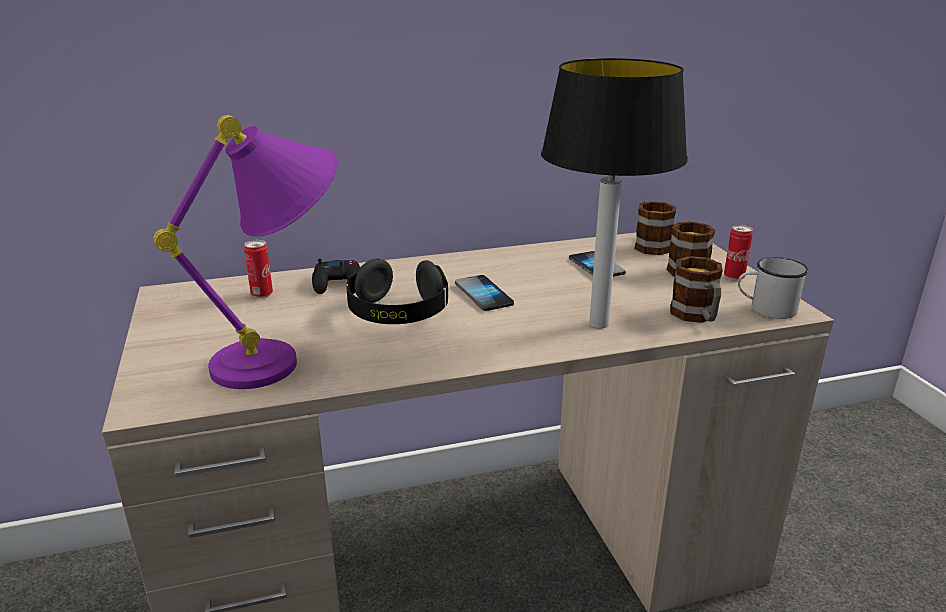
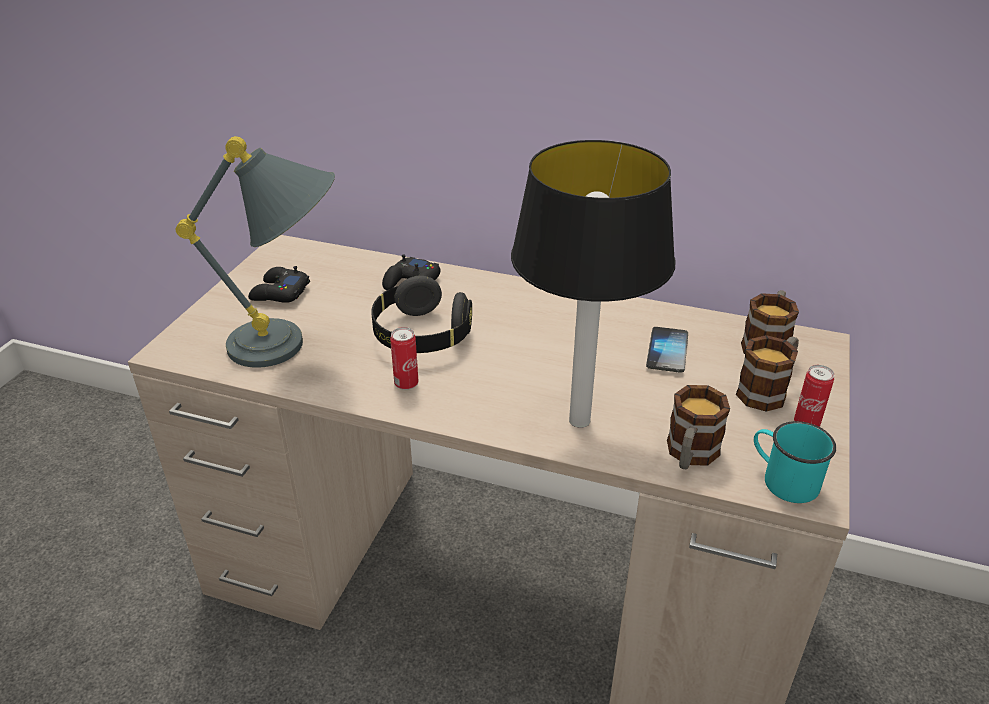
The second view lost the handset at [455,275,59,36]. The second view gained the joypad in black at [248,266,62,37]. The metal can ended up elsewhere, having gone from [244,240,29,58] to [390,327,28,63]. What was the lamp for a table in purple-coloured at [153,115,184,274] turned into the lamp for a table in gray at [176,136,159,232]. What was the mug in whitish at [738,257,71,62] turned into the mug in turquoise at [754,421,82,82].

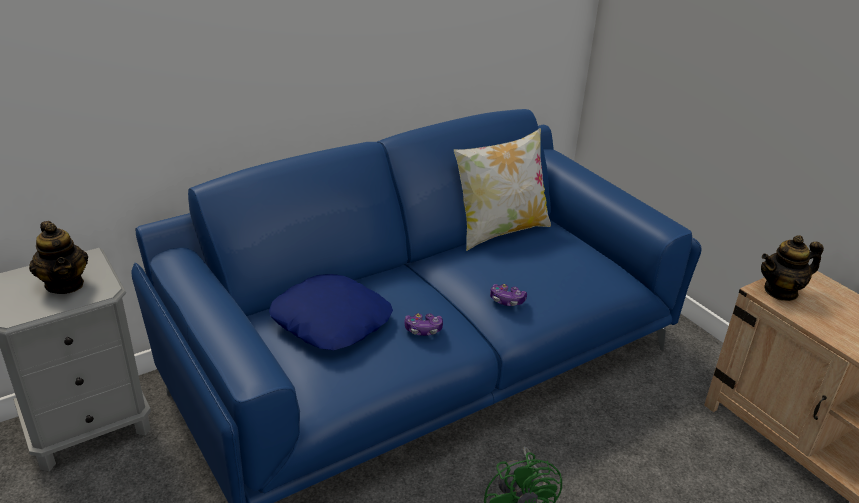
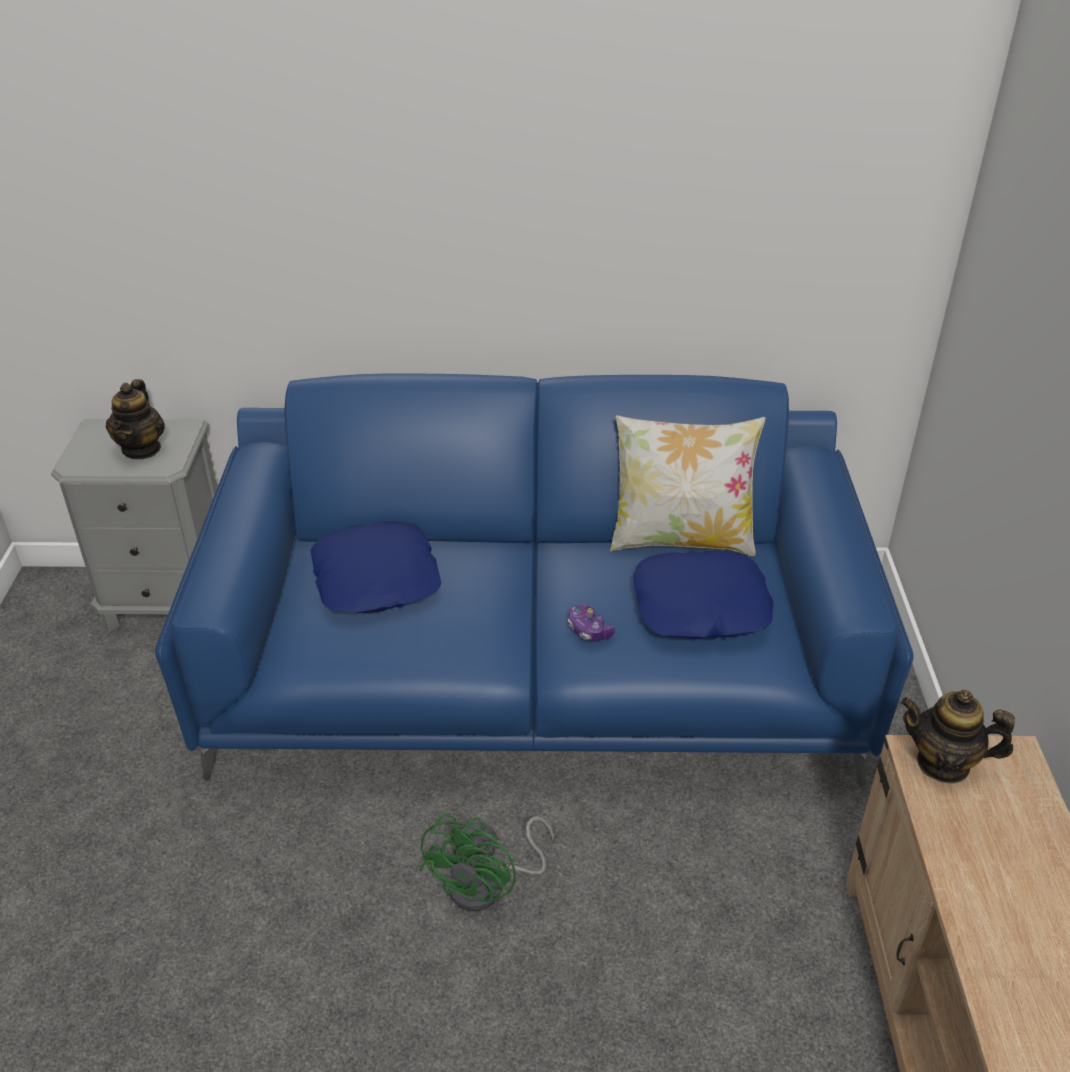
The second view lost the joypad at [405,313,38,23]. The second view gained the pillow in bluish at [633,551,140,88].

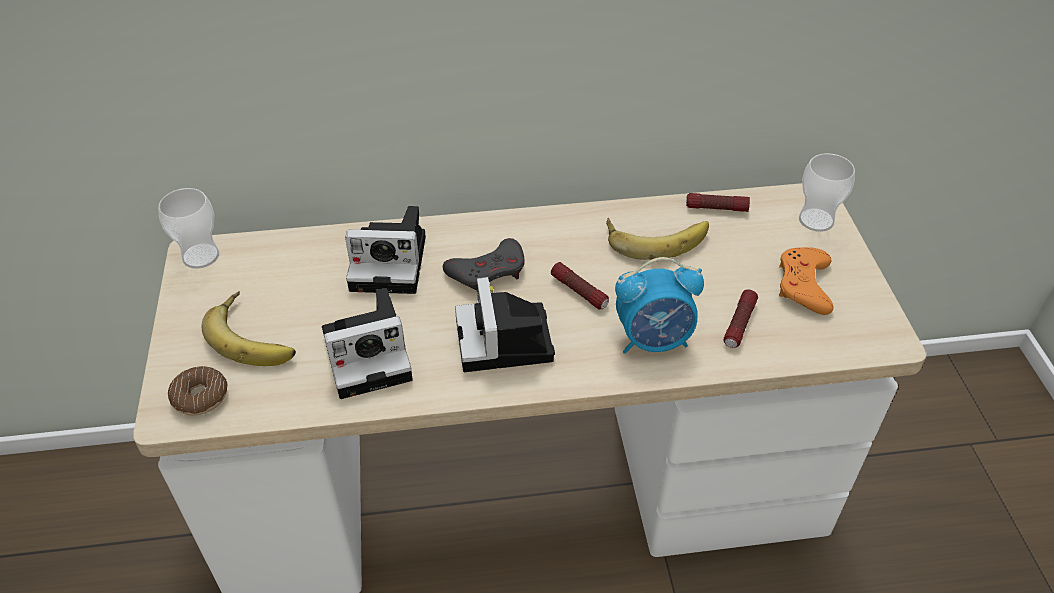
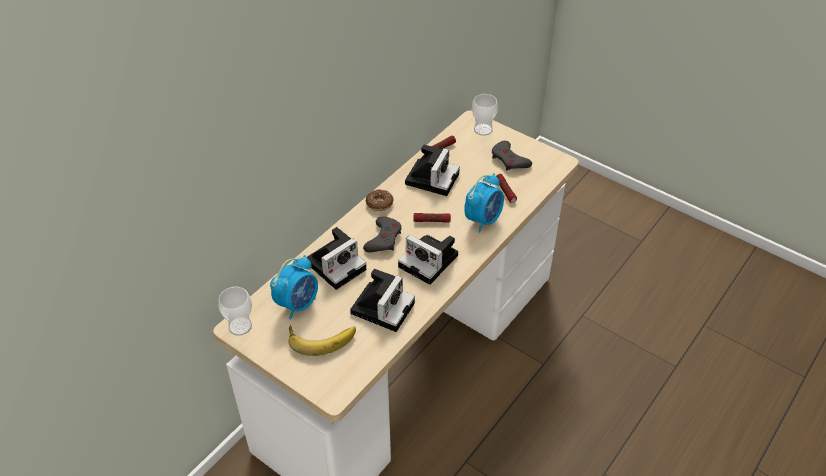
The second view gained the bedside clock at [270,255,48,65]. The ring doughnut ended up elsewhere, having gone from [168,366,59,49] to [366,189,27,22]. Where the banana stood at [606,217,103,43], the photo camera came to stand at [405,144,55,52]. What was the joypad in orange at [779,247,54,68] turned into the joypad in gray at [492,141,40,30].

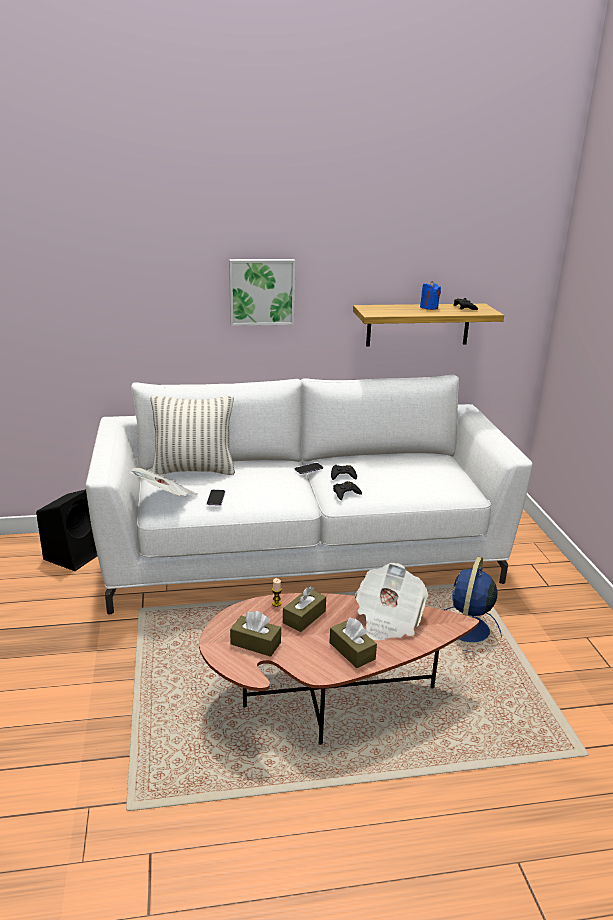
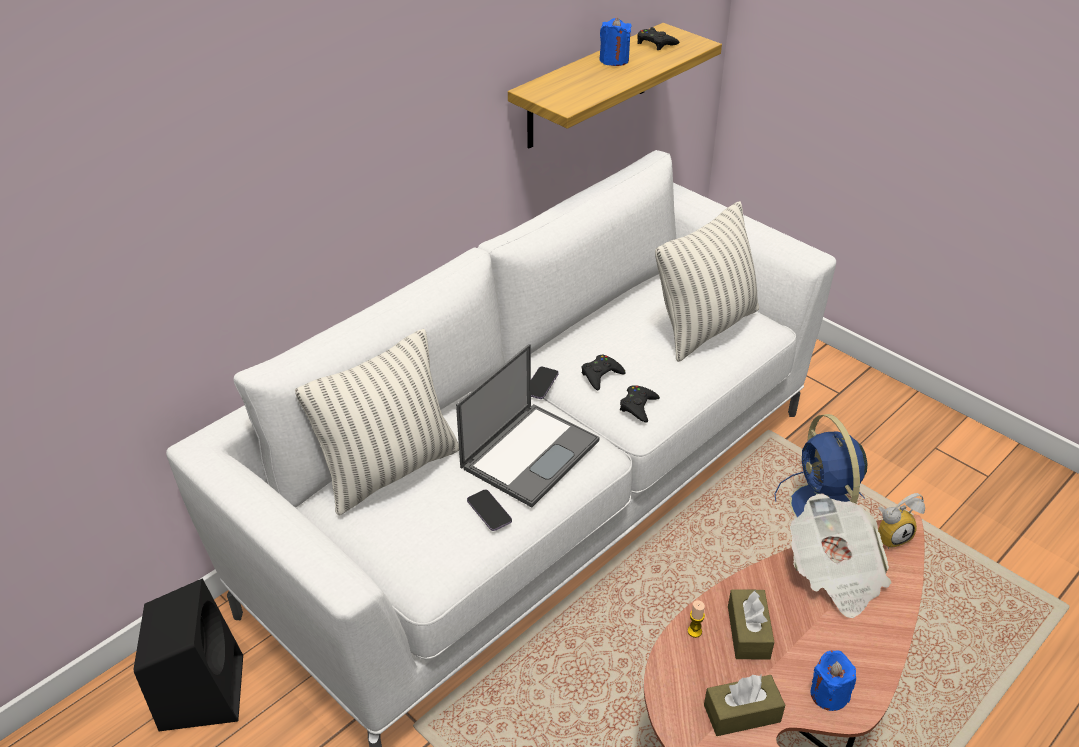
The second view lost the printed paper at [130,468,68,28]. The second view lost the wall picture at [229,259,67,67]. The second view lost the tissue holder in brown at [329,618,48,50]. The second view gained the notebook computer at [456,344,143,163]. The second view gained the pillow at [655,201,104,161]. The second view gained the wax candle in bluish at [811,651,45,60]. The second view gained the bedside clock at [878,493,47,56].

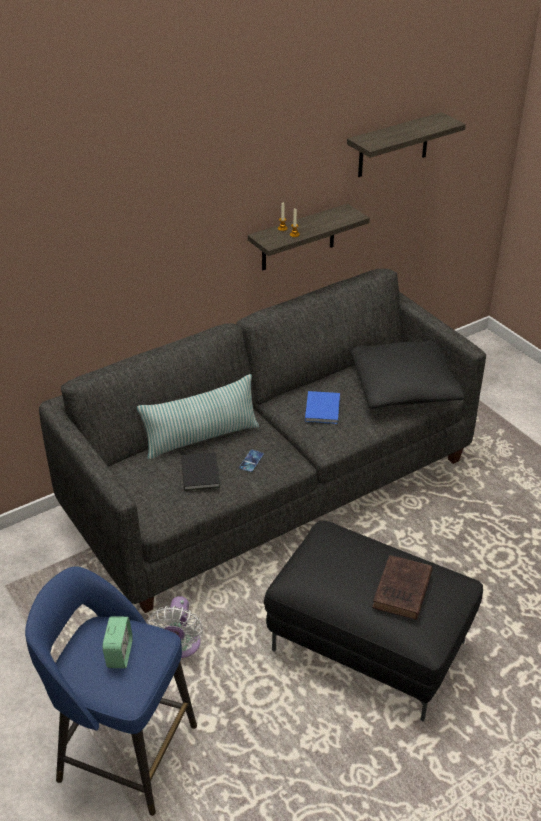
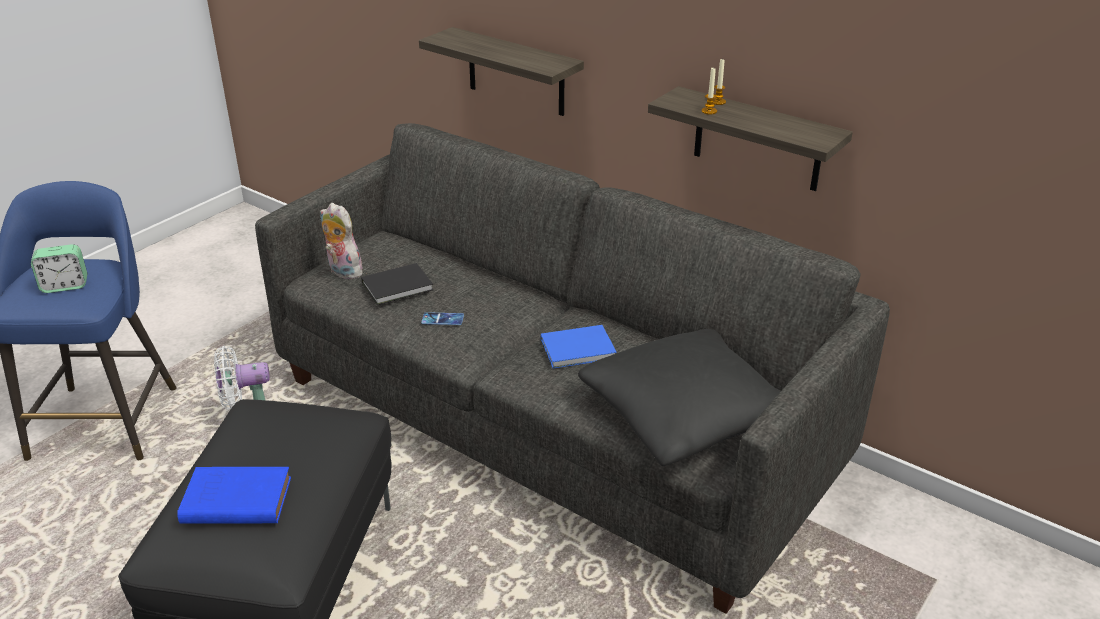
The second view lost the pillow at [137,374,122,85]. The second view gained the soft toy at [320,203,44,76]. The bracket shelf ended up elsewhere, having gone from [347,112,119,65] to [419,27,165,89]. What was the book in brown at [372,555,61,65] turned into the book in bluish at [177,467,114,57].

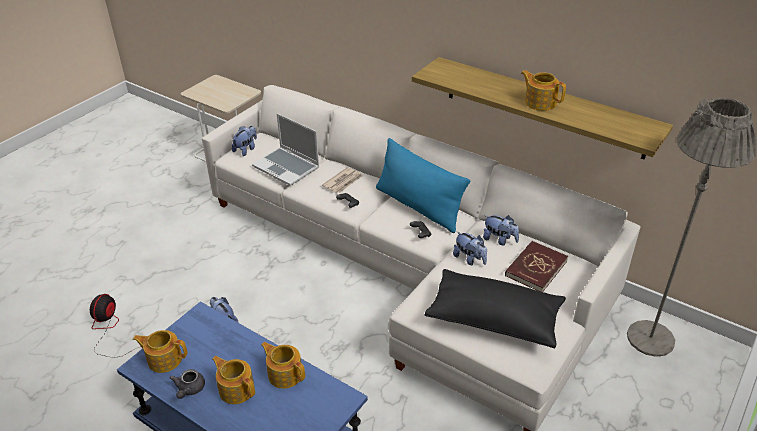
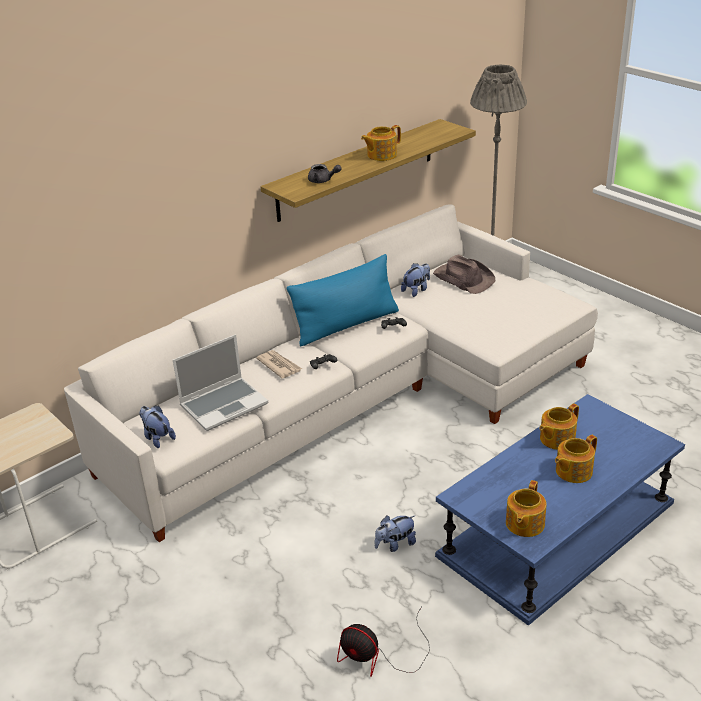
The second view lost the pillow in black at [425,269,141,79]. The second view lost the soft toy at [453,231,34,34]. The teapot in gray ended up elsewhere, having gone from [170,369,35,30] to [308,164,33,19]. Where the book in red-coloured stood at [505,241,63,51], the clothing hat in brown came to stand at [433,255,62,39].

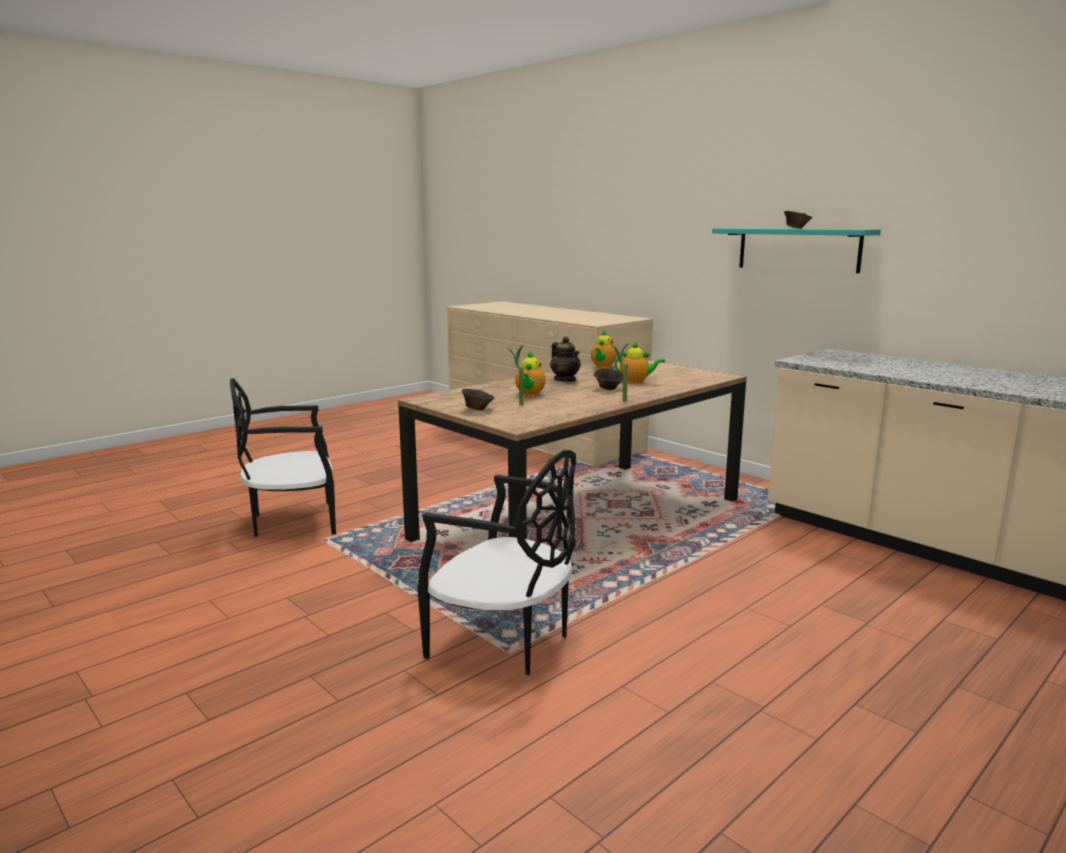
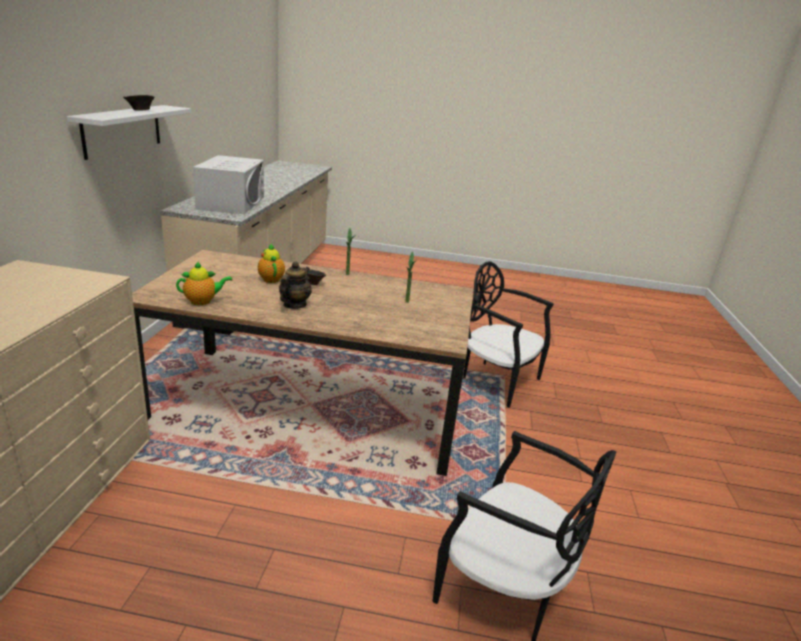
The second view lost the deep dish in brown at [462,389,32,22]. The second view lost the teapot at [515,351,31,45]. The second view gained the microwave oven in whitish at [193,155,71,59]. What was the bracket shelf in turquoise at [712,228,169,45] turned into the bracket shelf in whitish at [67,105,124,55]. The plain chair in black at [417,450,159,225] ended up facing another way, 45 degrees counterclockwise from before.

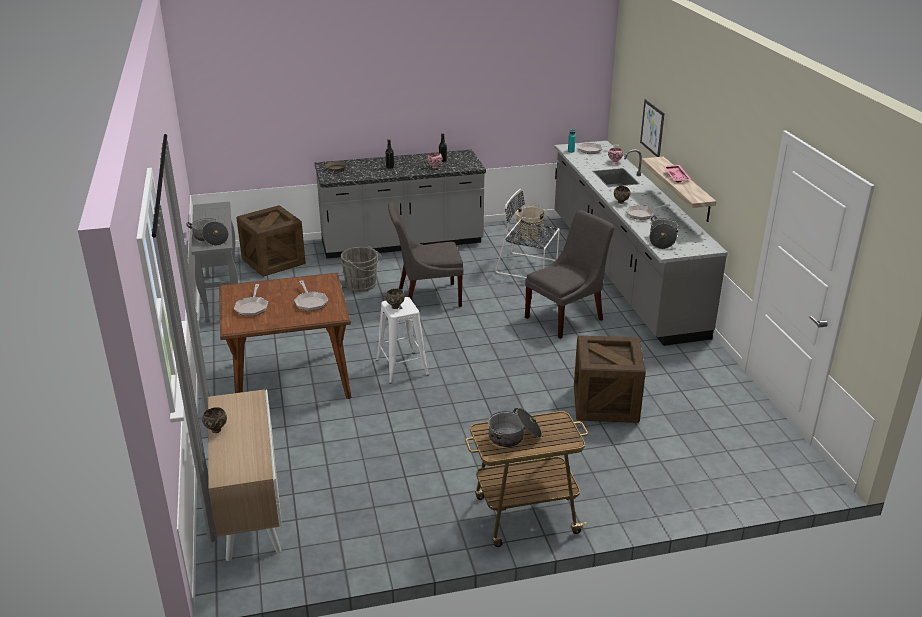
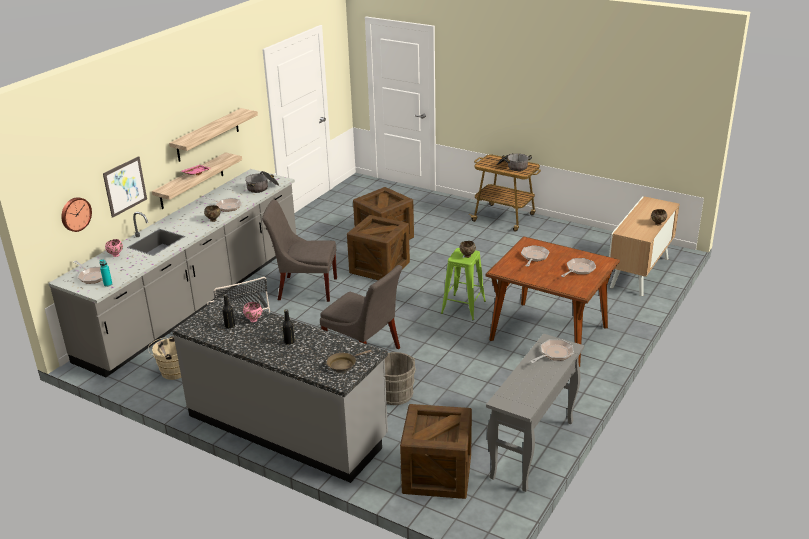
The second view gained the hanging clock at [61,197,31,35]. The second view gained the bracket shelf at [169,108,89,54]. The second view gained the shipping crate at [347,215,63,65]. Where the cooking pot stood at [186,218,43,28], the frying pan came to stand at [530,339,44,24]. What was the stool in whitish at [376,297,53,87] turned into the stool in green at [441,248,45,72].

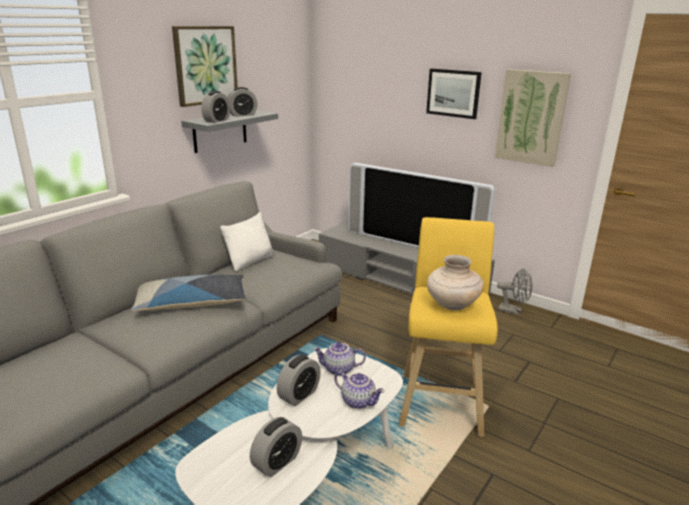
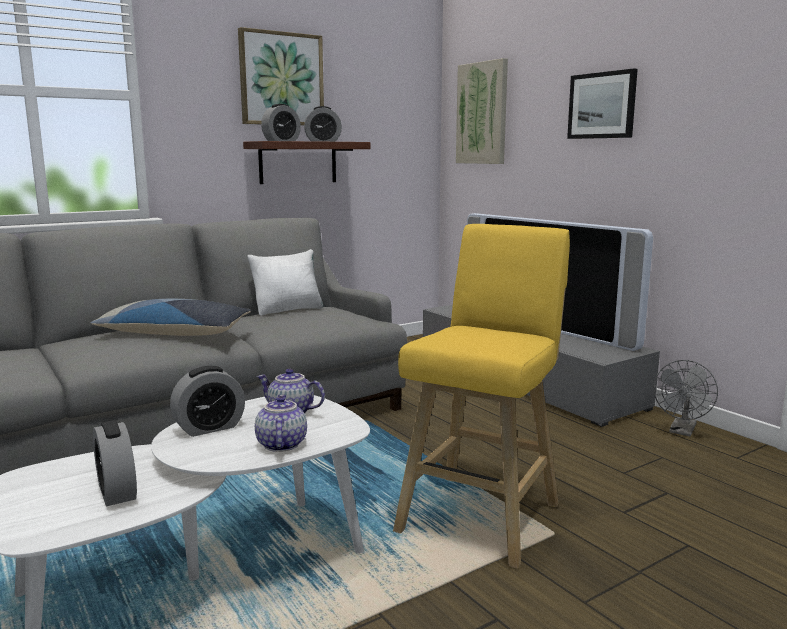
The second view lost the flower vase in sand-coloured at [427,255,57,55]. The wall picture ended up elsewhere, having gone from [495,69,76,98] to [456,58,52,106]. What was the bracket shelf in gray at [181,110,97,43] turned into the bracket shelf in brown at [243,141,128,43]. The bedside clock at [250,417,52,60] ended up facing another way, 90 degrees clockwise from before. The teapot at [334,371,50,38] ended up facing another way, 150 degrees counterclockwise from before. The electric fan in gray at [497,268,35,47] ended up facing another way, 75 degrees clockwise from before.

